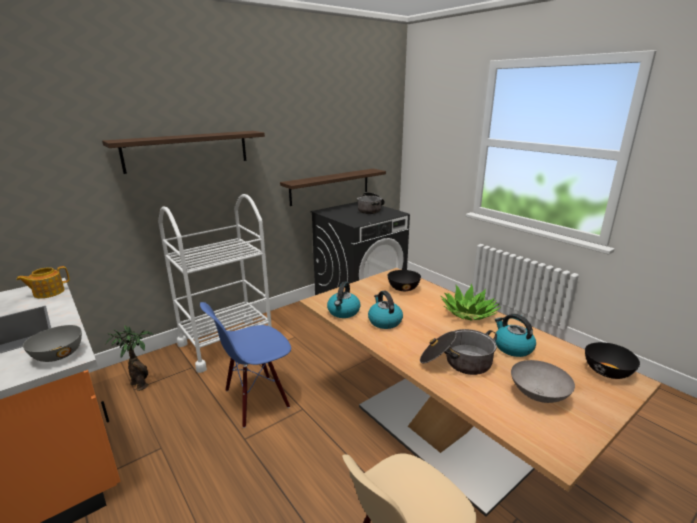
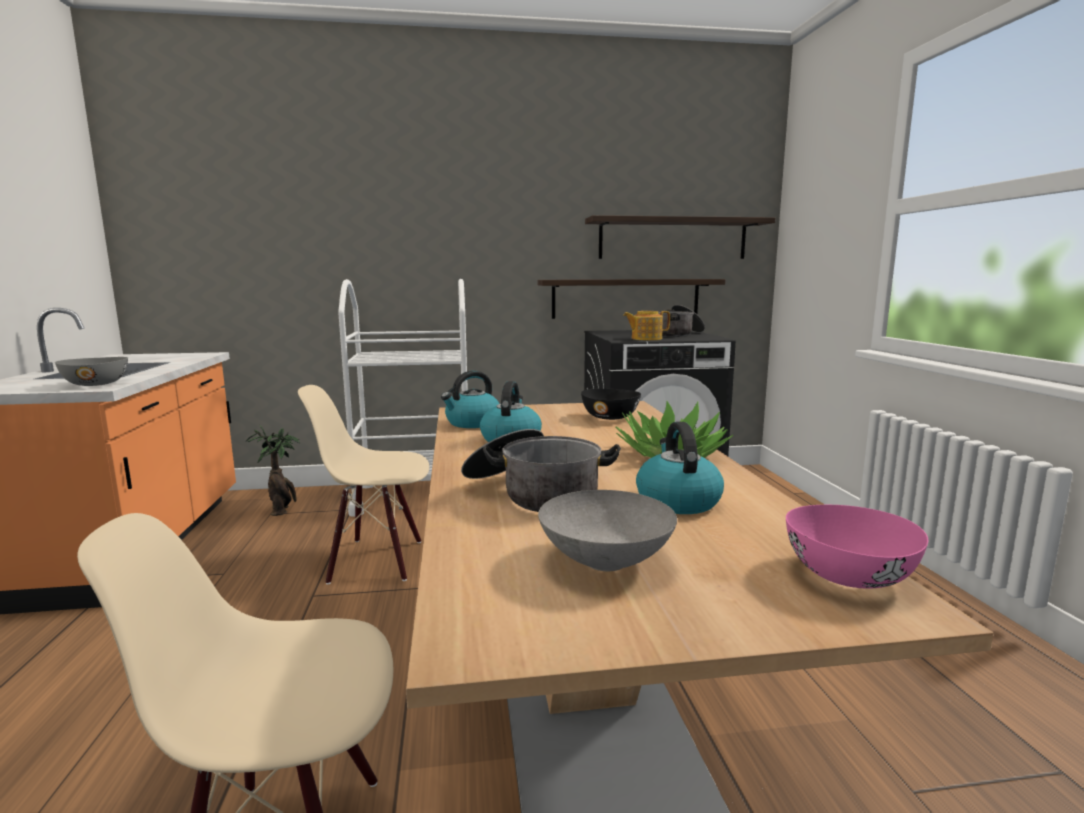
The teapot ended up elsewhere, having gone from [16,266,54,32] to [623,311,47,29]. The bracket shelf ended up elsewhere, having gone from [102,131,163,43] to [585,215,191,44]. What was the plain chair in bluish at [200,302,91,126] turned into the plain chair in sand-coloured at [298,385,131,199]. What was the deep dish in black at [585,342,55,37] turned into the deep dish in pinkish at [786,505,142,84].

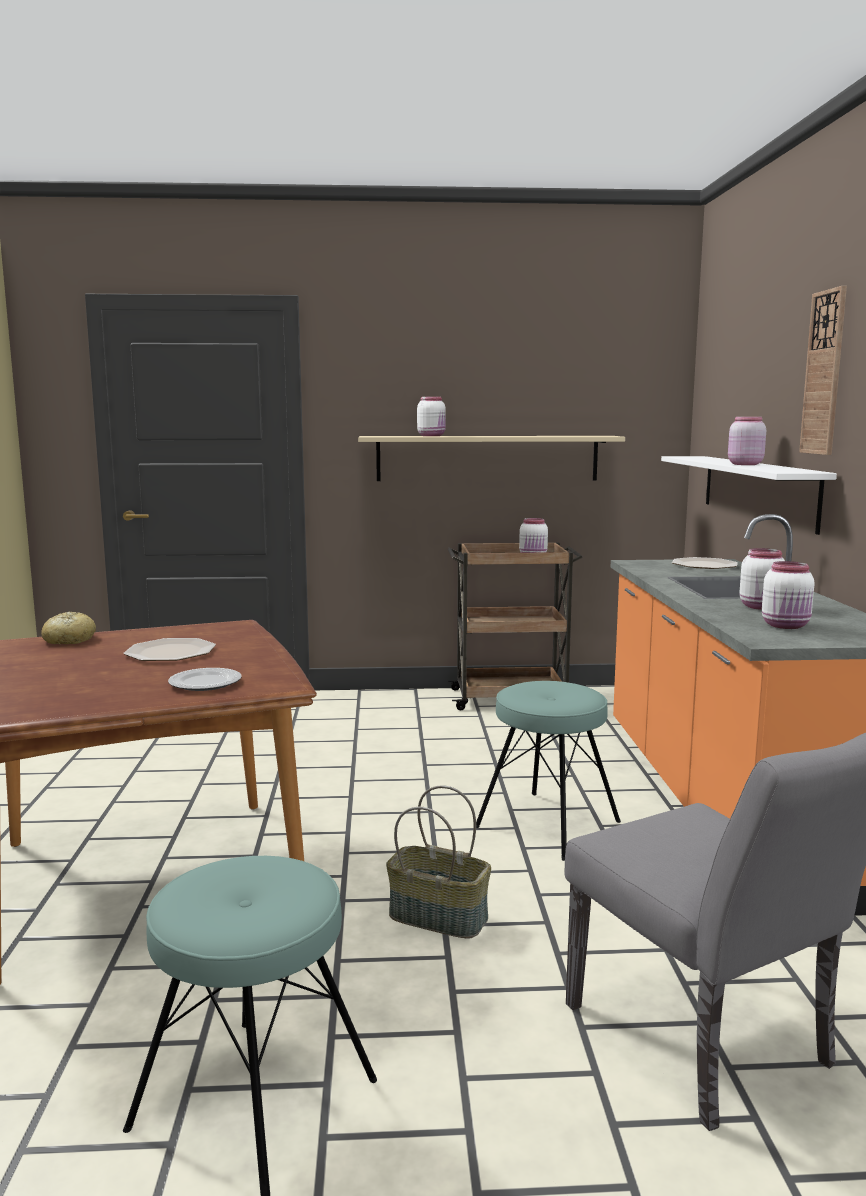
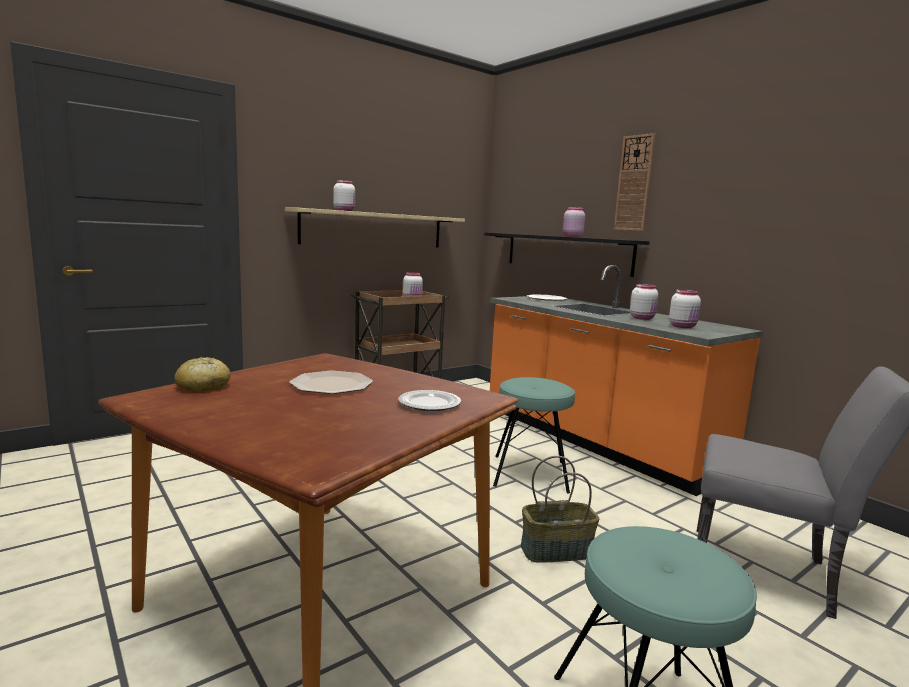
What was the bracket shelf in whitish at [661,456,176,79] turned into the bracket shelf in black at [484,232,166,45].

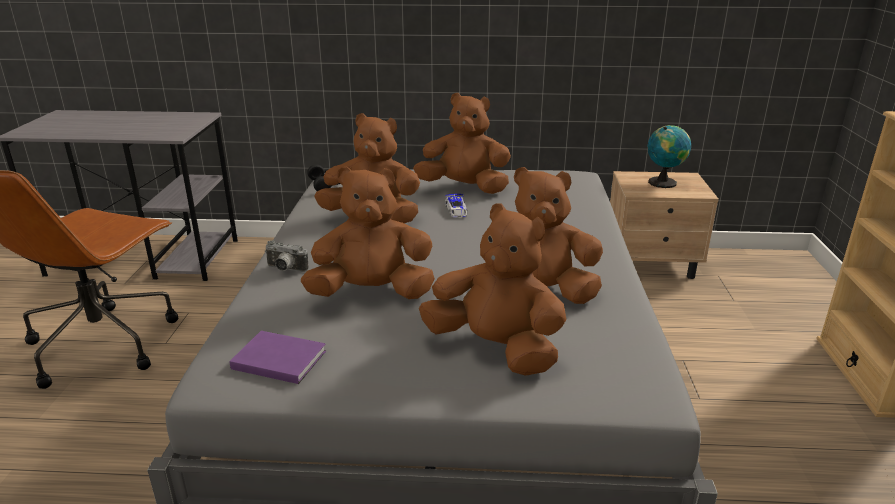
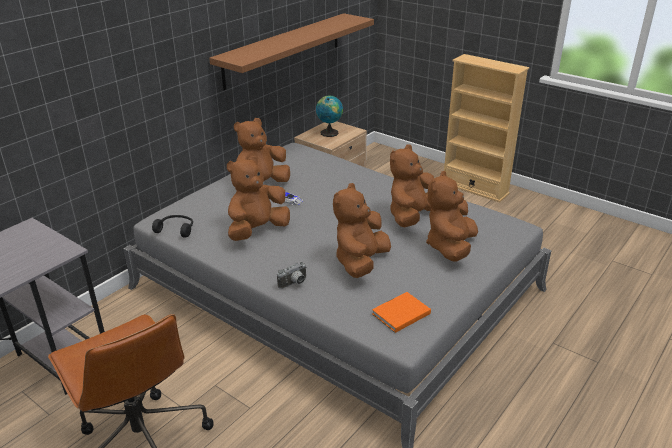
The second view gained the bracket shelf in brown at [209,13,165,77]. What was the book in purple-coloured at [229,331,97,53] turned into the book in orange at [372,292,59,41]. The soft toy in brown at [419,203,147,173] ended up facing another way, 45 degrees counterclockwise from before.

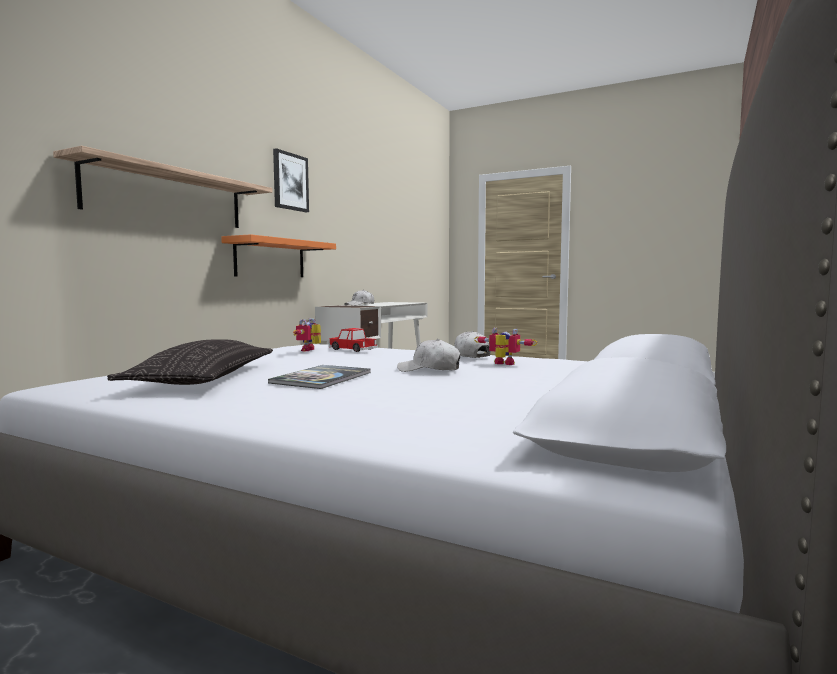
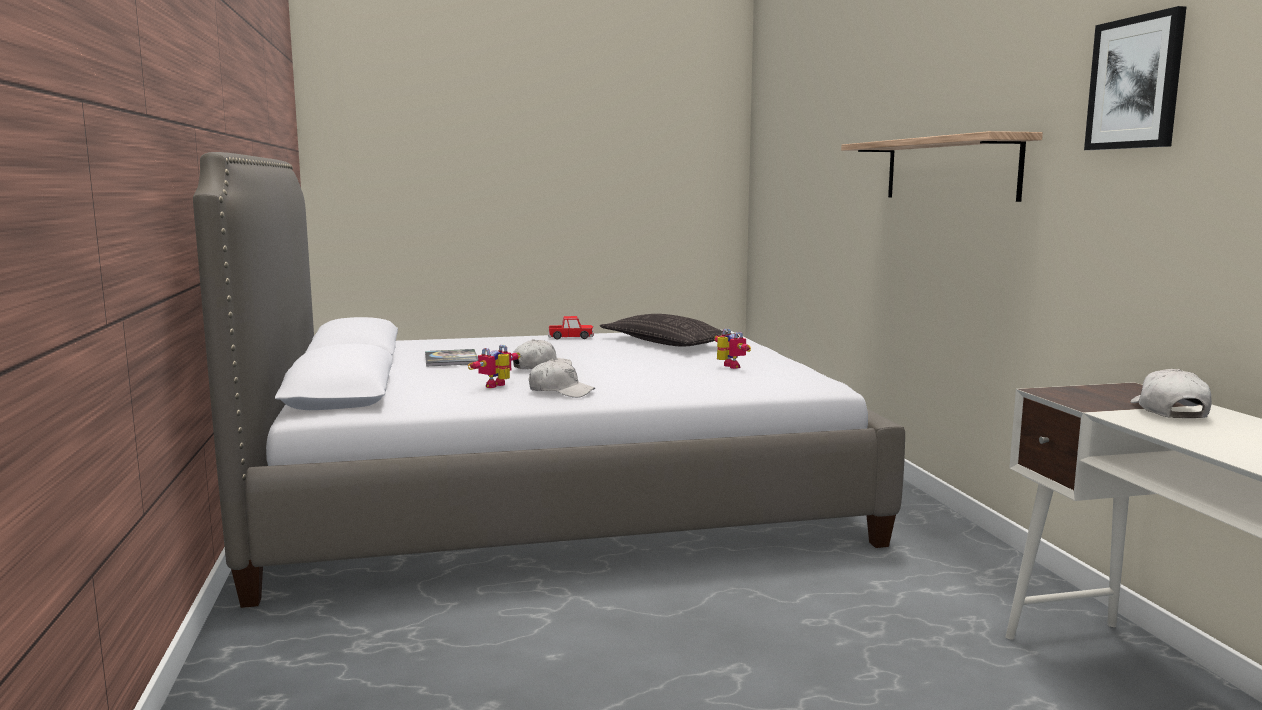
The second view lost the bracket shelf in orange at [221,234,115,43]. The book ended up elsewhere, having gone from [268,365,103,24] to [425,349,53,18]. The miniature car ended up elsewhere, having gone from [329,328,49,24] to [548,316,46,24]. The toy robot at [474,327,63,38] ended up facing another way, 135 degrees clockwise from before.

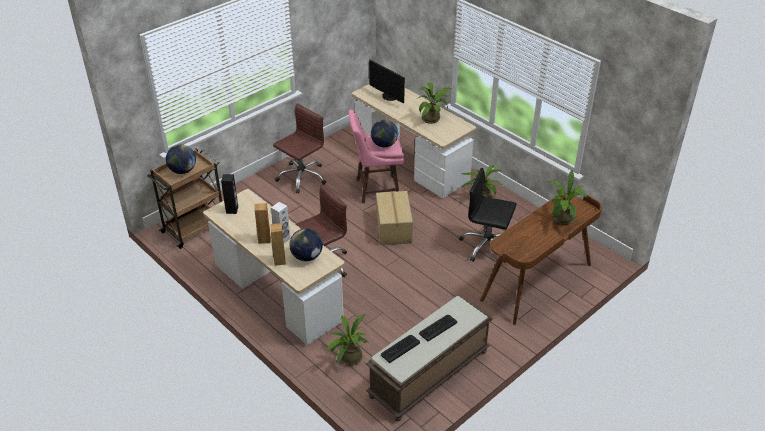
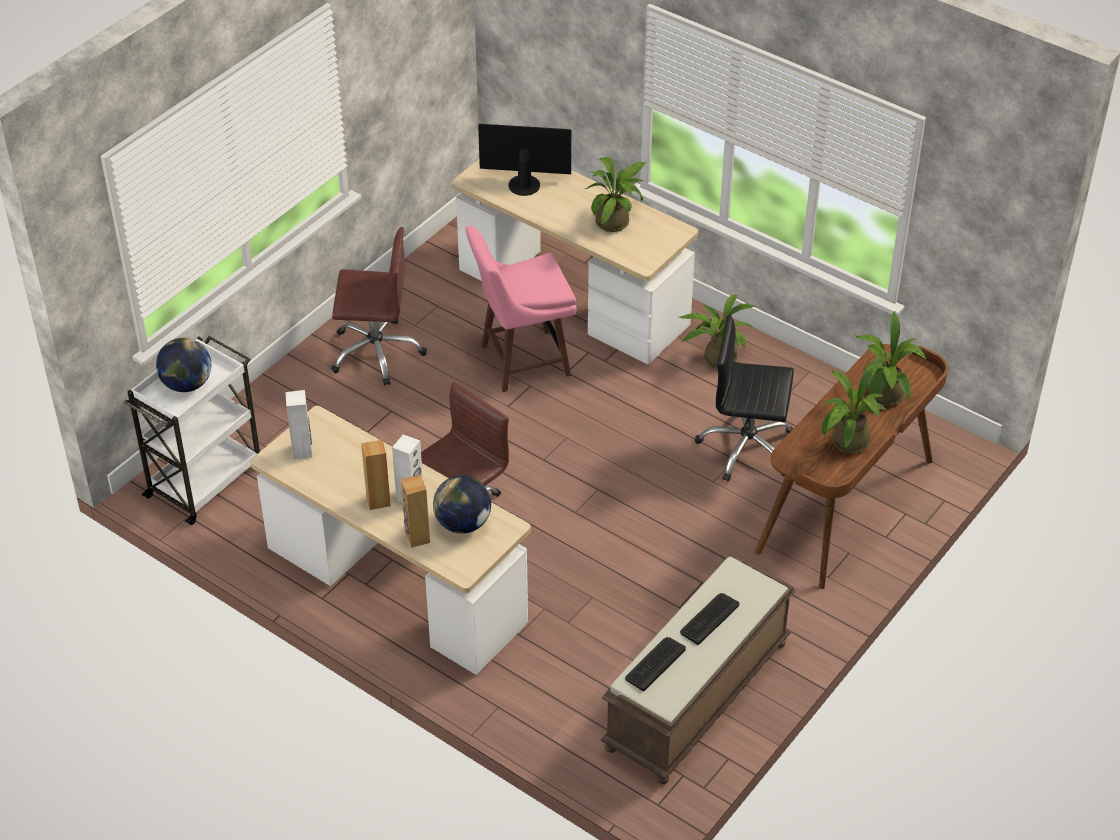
The second view lost the world globe at [371,120,27,27]. The second view lost the cardboard box at [376,191,37,54]. The potted plant ended up elsewhere, having gone from [325,314,44,52] to [821,362,66,92]. What was the wheeled cart in brown at [147,149,75,100] turned into the wheeled cart in whitish at [124,336,136,189]. What was the loudspeaker in black at [221,174,17,40] turned into the loudspeaker in whitish at [285,390,28,69]. The computer chair in brown at [273,104,53,89] ended up facing another way, 60 degrees clockwise from before. The monitor at [369,60,36,43] ended up facing another way, 150 degrees clockwise from before.

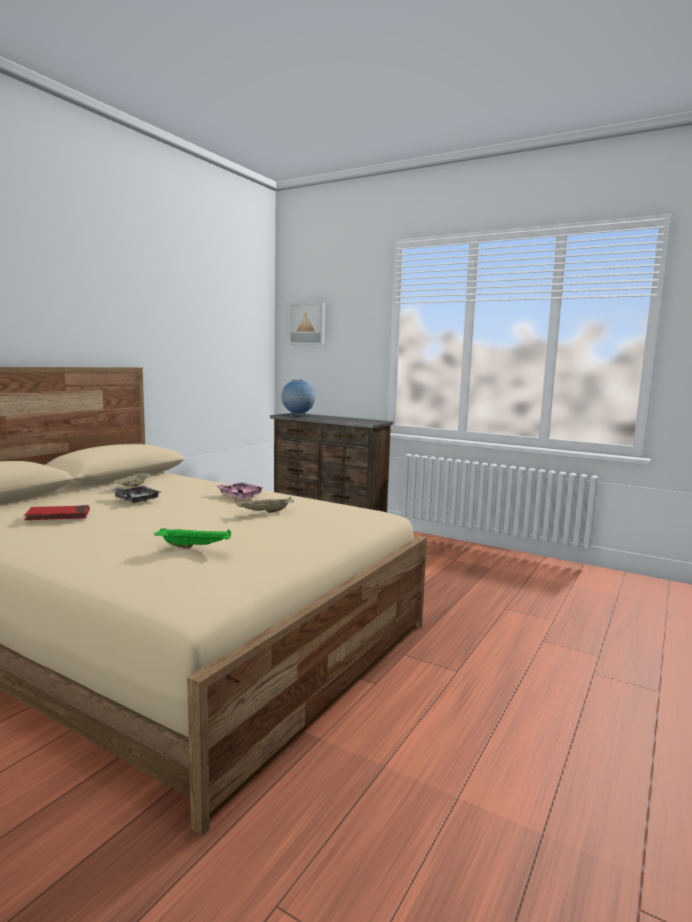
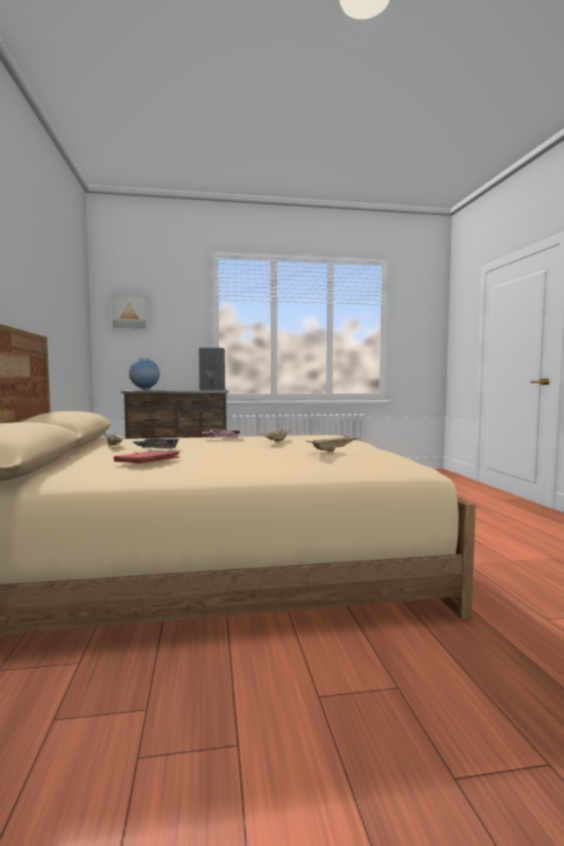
The second view gained the loudspeaker in gray at [199,348,26,42]. What was the carrying tray in green at [154,528,77,21] turned into the carrying tray in sand-coloured at [306,435,54,16].

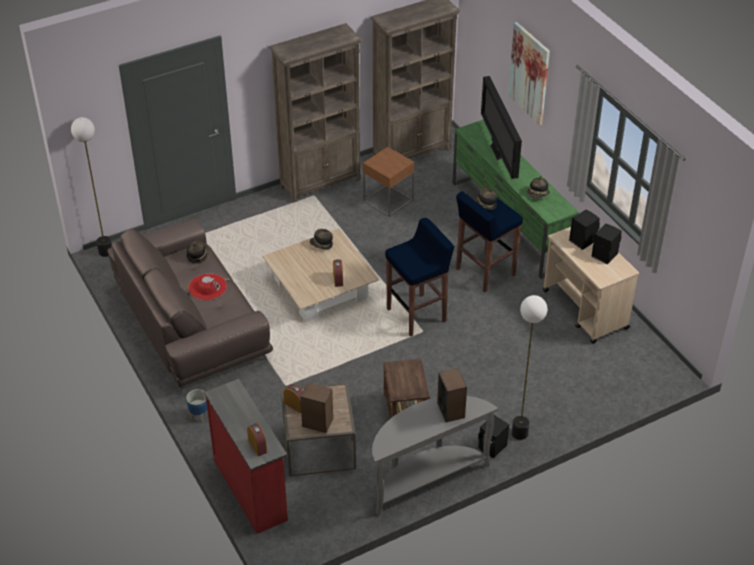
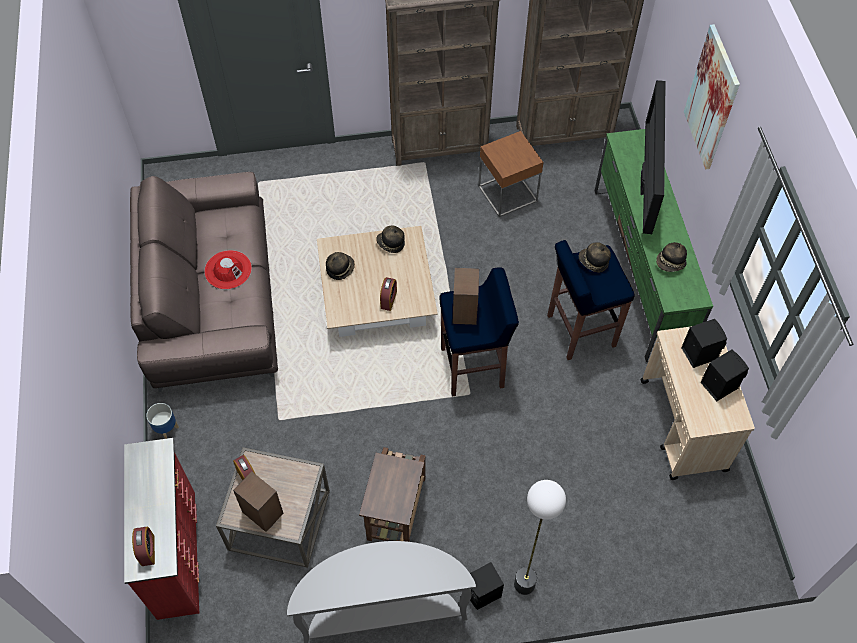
The second view lost the standing lamp at [71,117,41,140]. The clothing hat ended up elsewhere, having gone from [186,241,23,23] to [326,252,29,28]. The loudspeaker ended up elsewhere, having gone from [437,368,30,54] to [452,268,27,57].

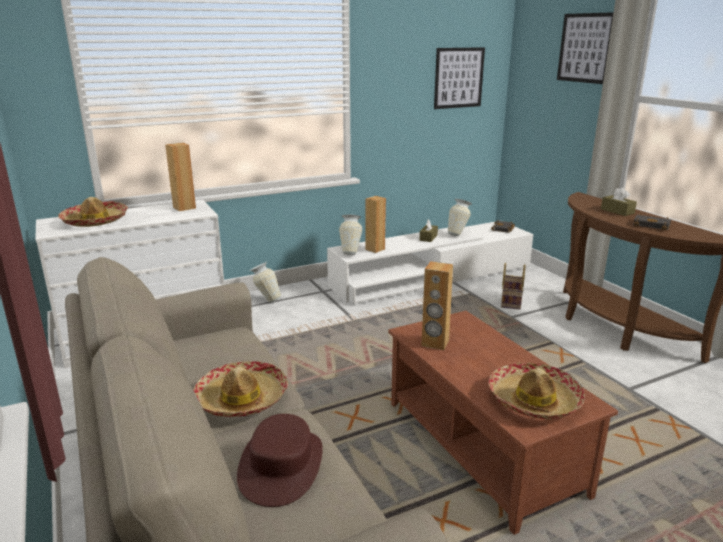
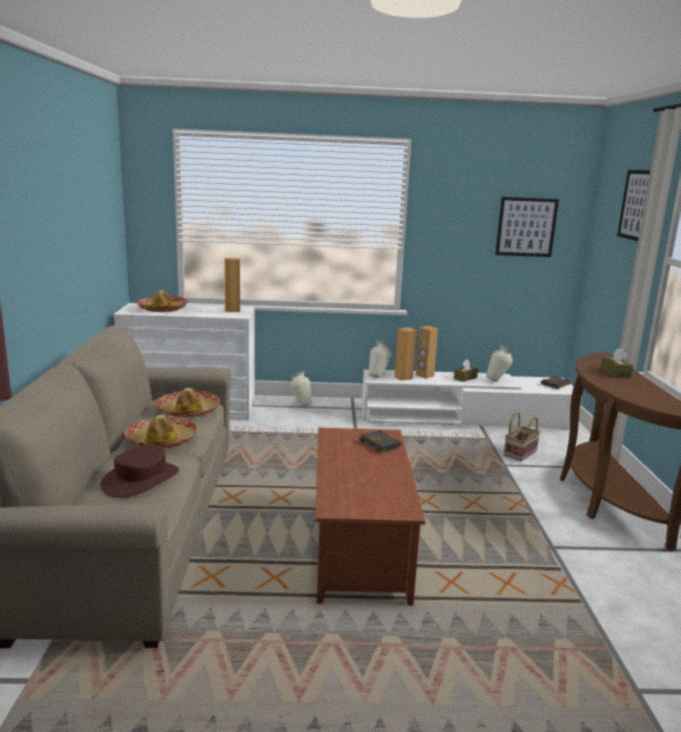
The loudspeaker in brown ended up elsewhere, having gone from [421,261,32,89] to [416,326,22,53]. The clothing hat ended up elsewhere, having gone from [488,362,97,57] to [156,388,64,30]. The book in black ended up elsewhere, having gone from [633,214,38,16] to [359,430,43,22].

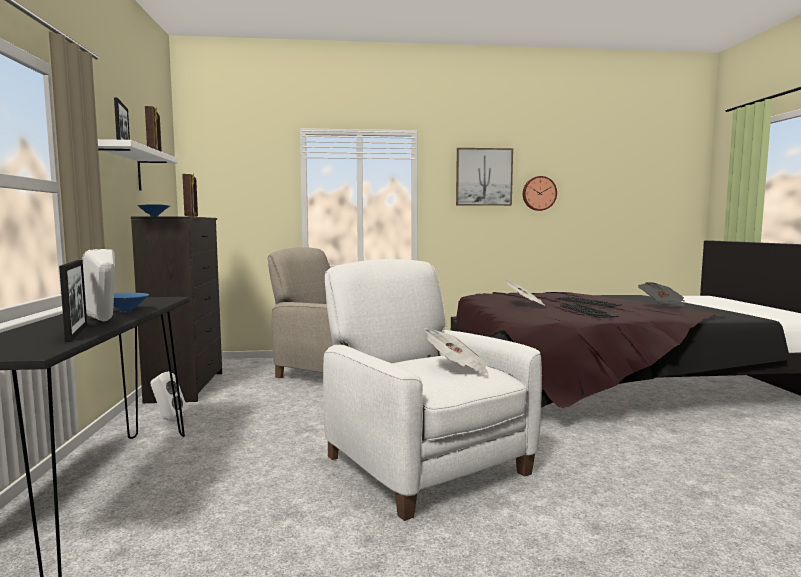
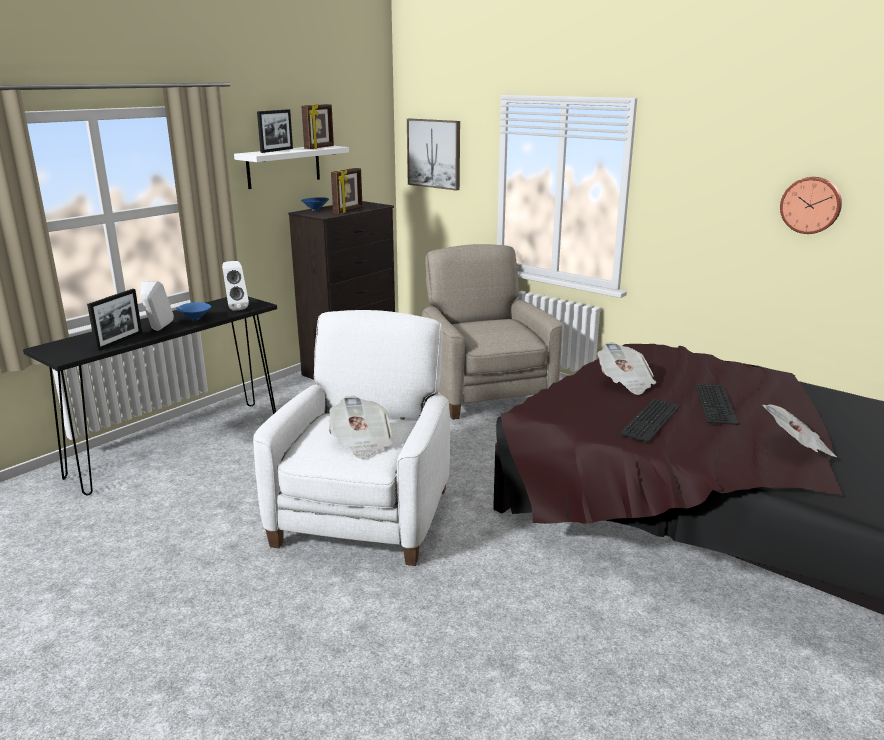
The loudspeaker in whitish ended up elsewhere, having gone from [150,371,38,50] to [222,261,27,50]. The wall picture ended up elsewhere, having gone from [456,148,57,58] to [407,119,53,72].

